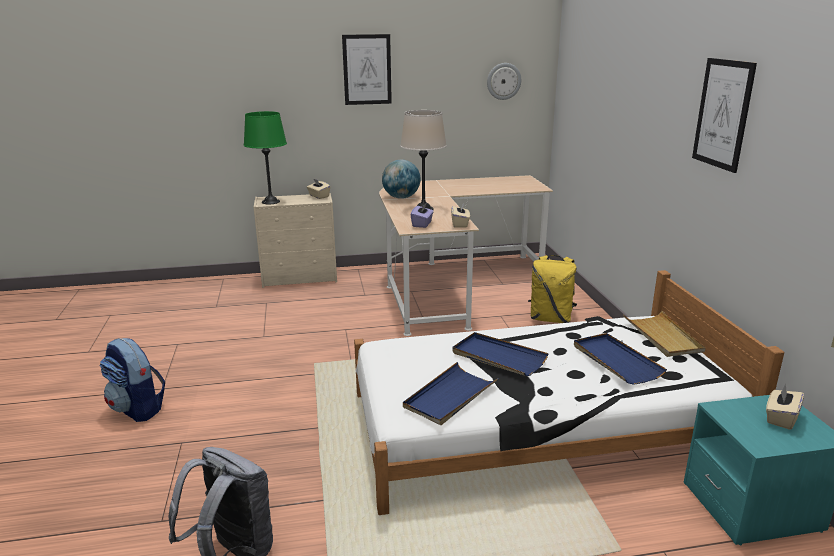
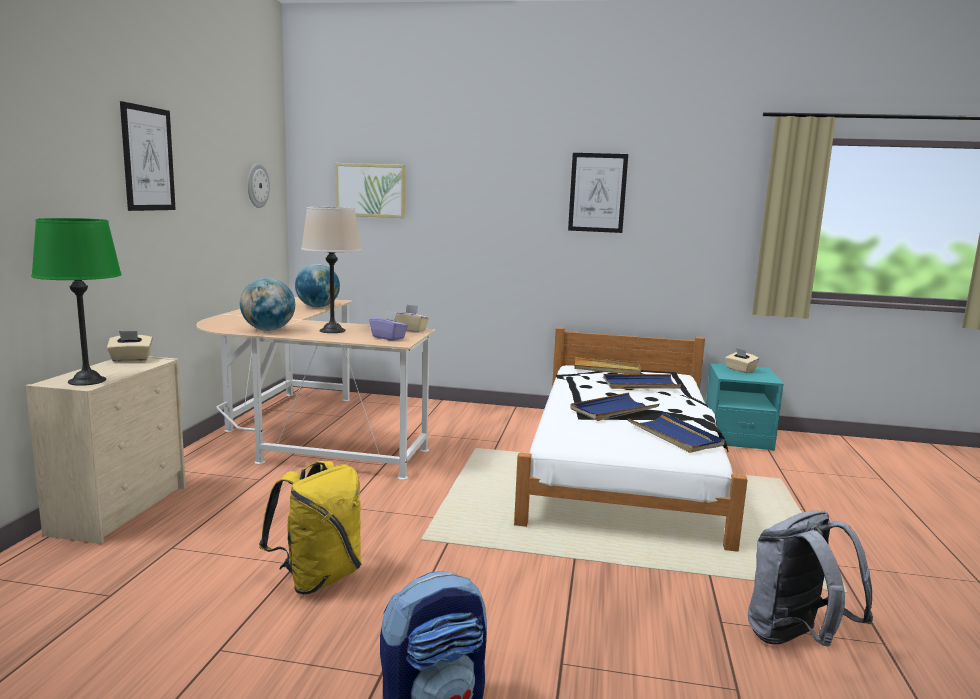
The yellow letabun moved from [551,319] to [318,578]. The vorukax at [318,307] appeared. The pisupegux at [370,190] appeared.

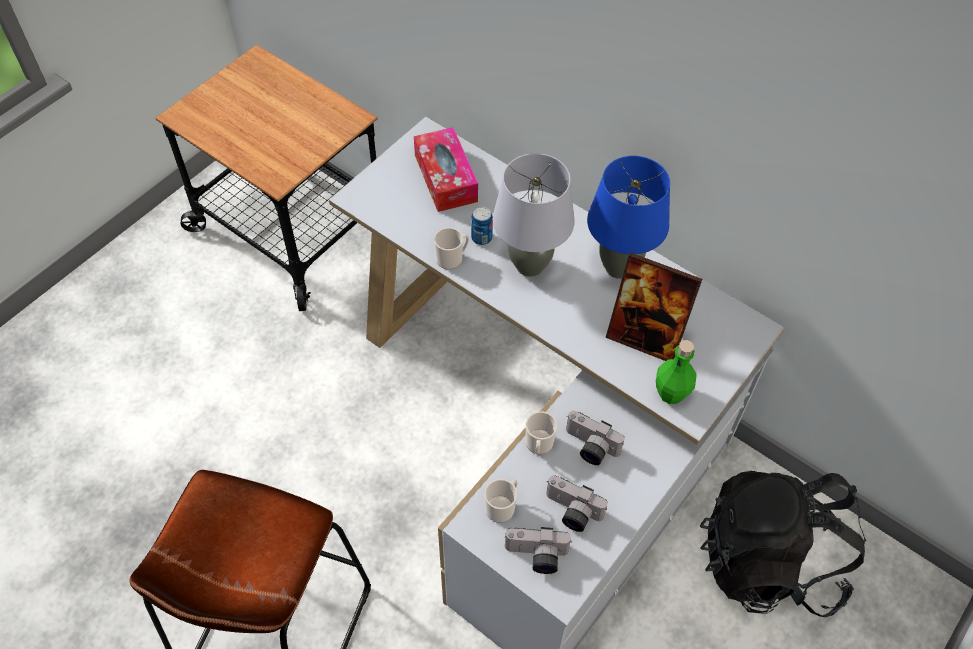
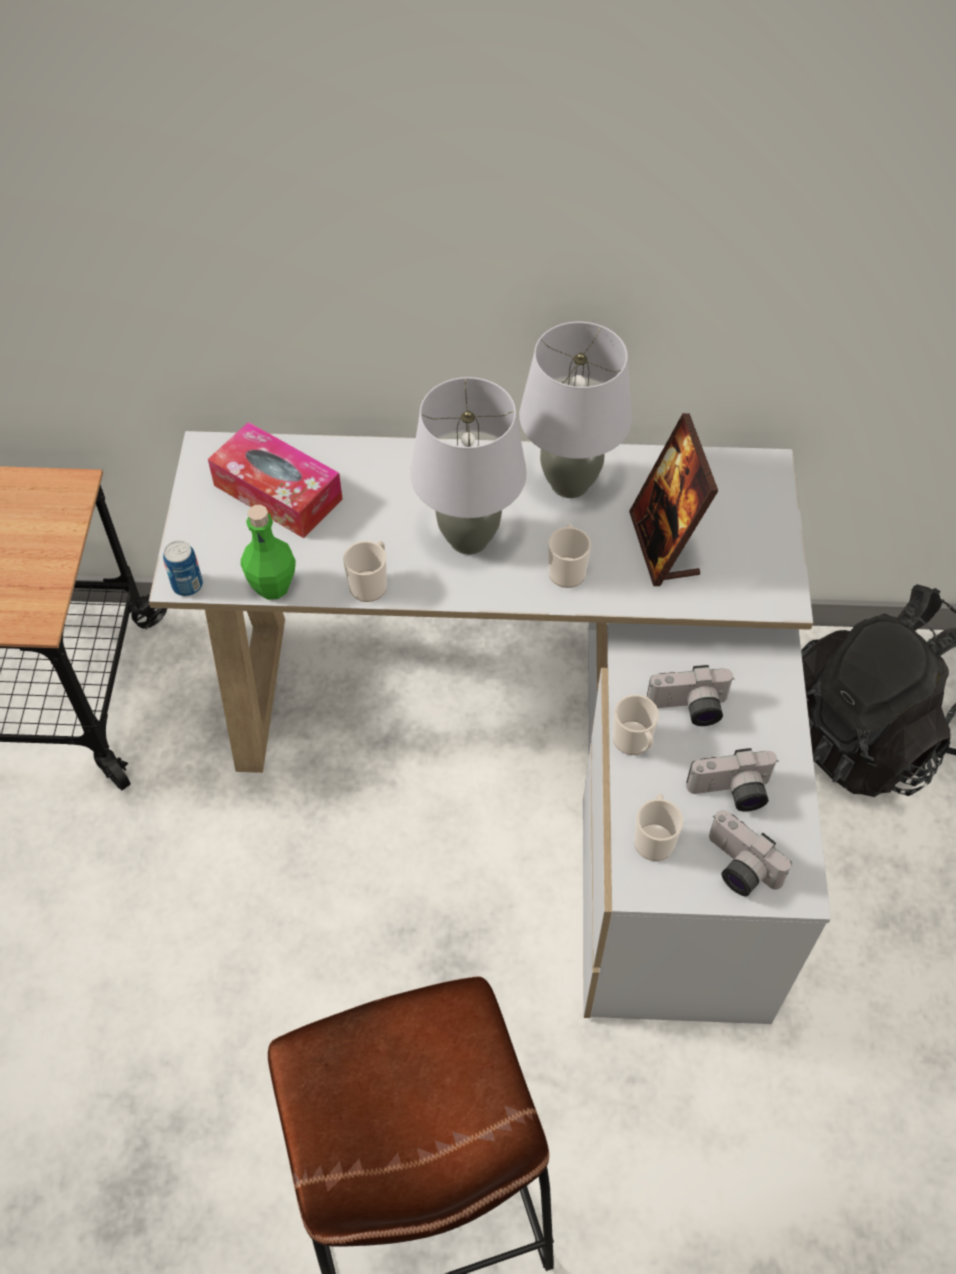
The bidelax moved from [481,238] to [187,585]. The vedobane at [536,557] turned 75 degrees clockwise. The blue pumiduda at [618,268] became the grey pumiduda at [570,484]. The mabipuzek at [644,337] turned 90 degrees clockwise. The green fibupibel moved from [671,393] to [273,586]. The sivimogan at [567,569] appeared.

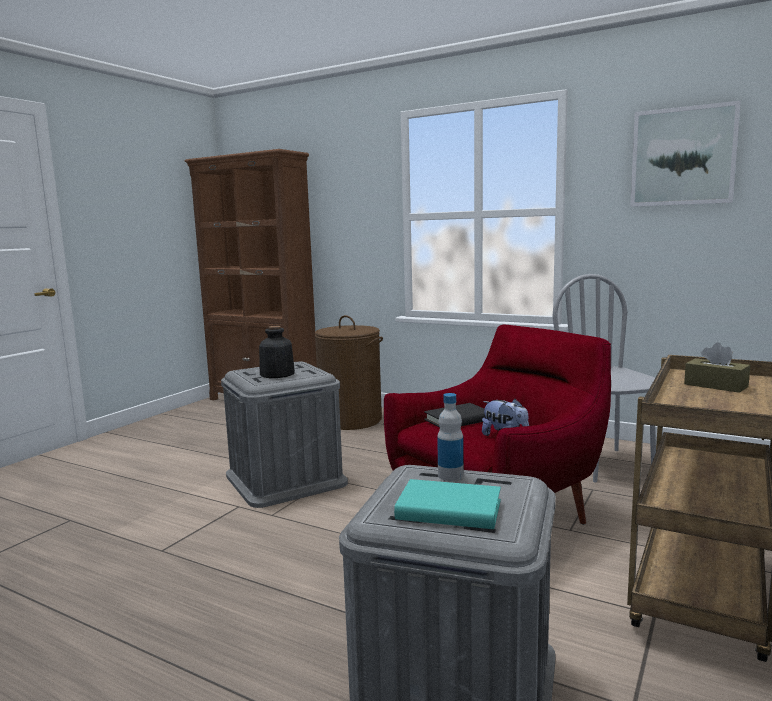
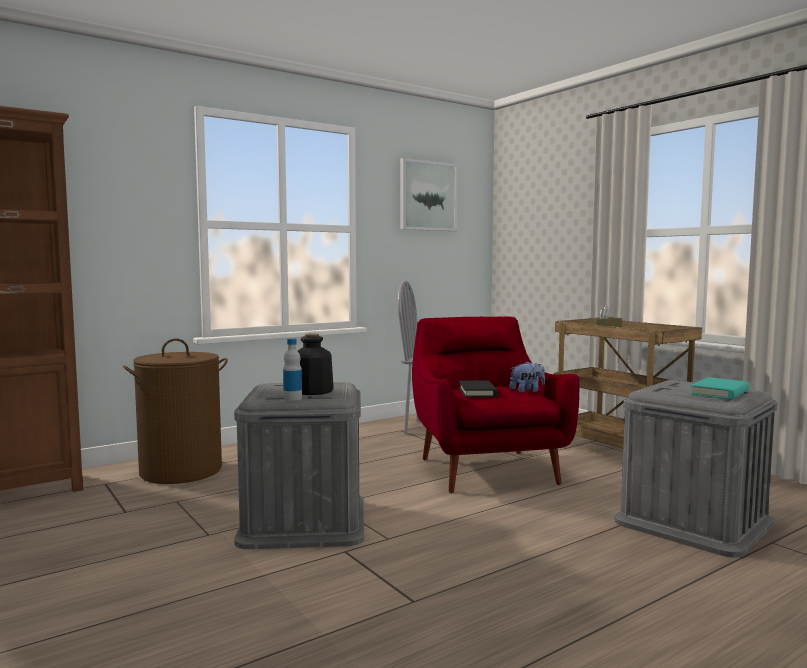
The fibupibel moved from [450,475] to [292,398].

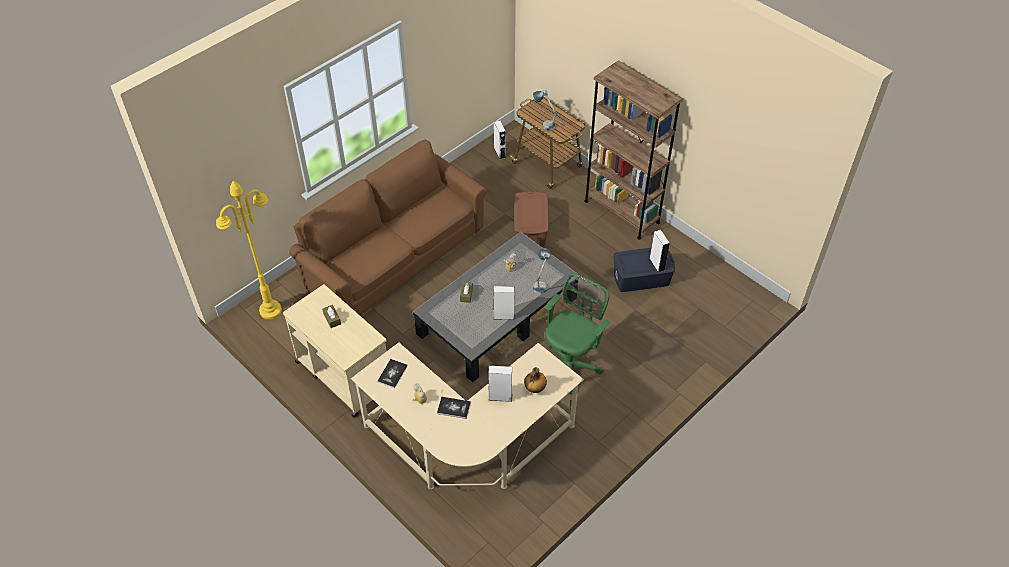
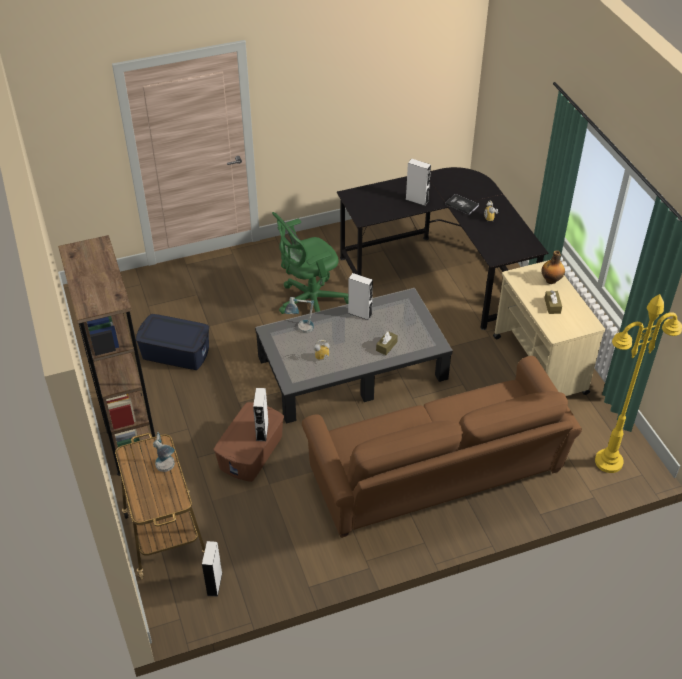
The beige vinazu at [469,446] became the black vinazu at [441,272]. The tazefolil at [392,374] disappeared. The fibupibel moved from [534,389] to [551,280]. The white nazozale moved from [657,264] to [262,431].

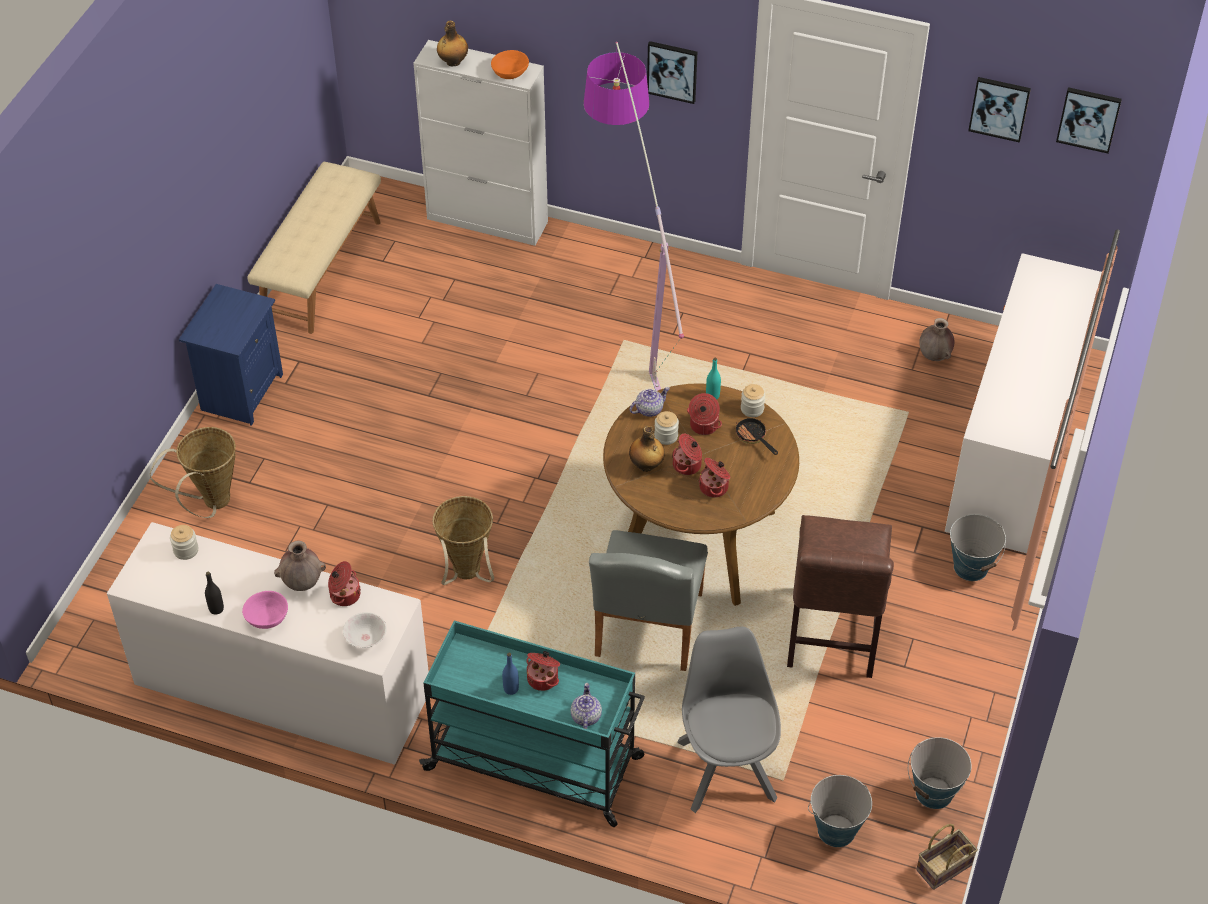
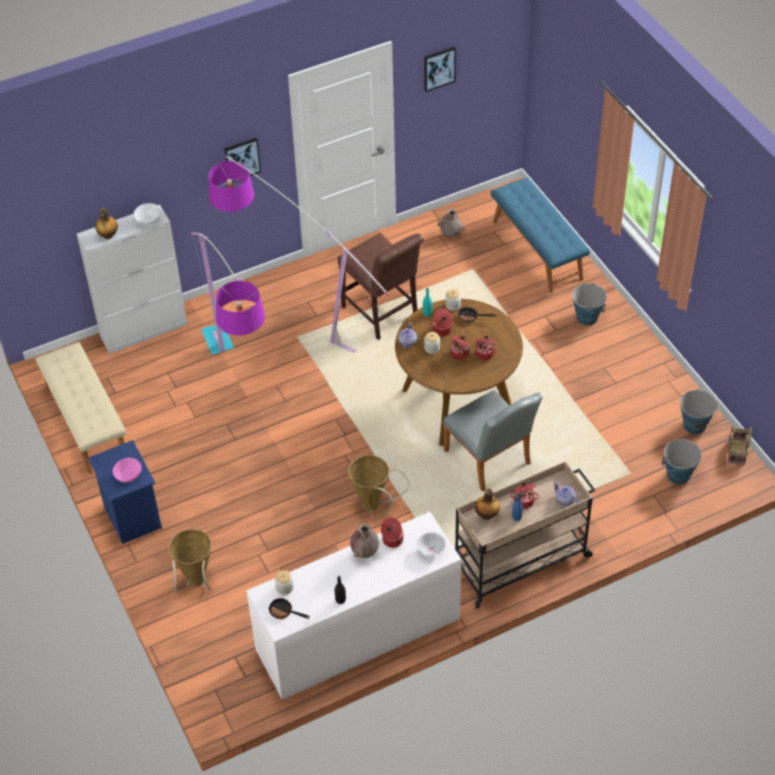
The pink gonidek moved from [268,619] to [129,475]. The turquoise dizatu at [536,764] became the beige dizatu at [521,561]. The orange gonidek at [511,73] became the white gonidek at [148,220]. The fibupibel moved from [646,466] to [487,515]. The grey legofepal at [726,766] disappeared. The brown legofepal moved from [831,638] to [382,315]. The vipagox at [1015,448] was replaced by the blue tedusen at [538,250]. The pisupegux at [1088,119] disappeared. The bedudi at [237,385] appeared. The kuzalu at [284,612] appeared.

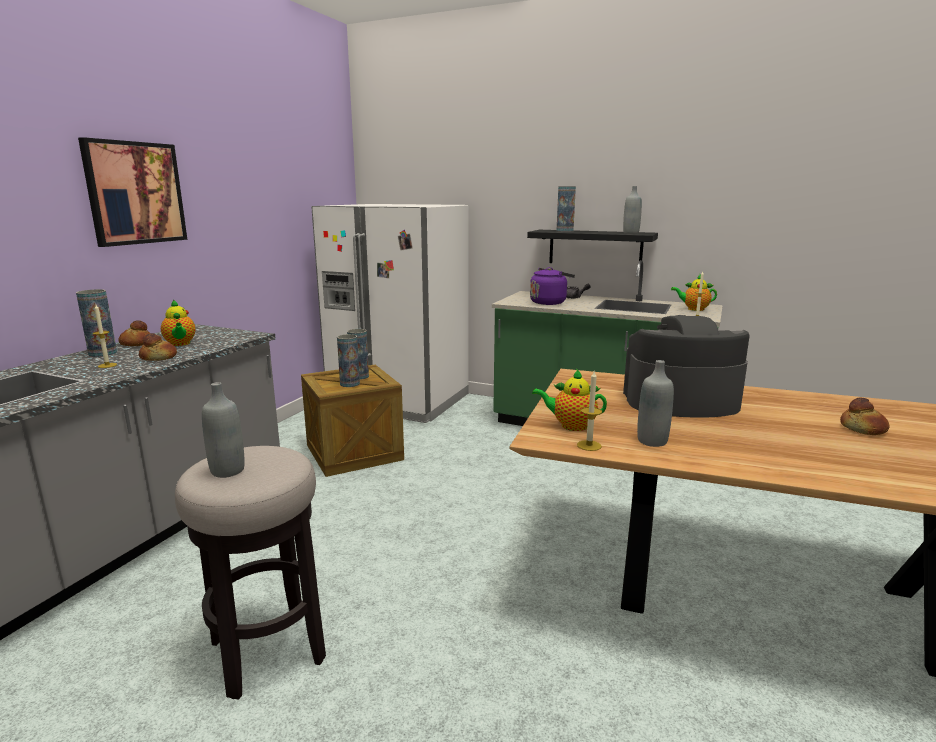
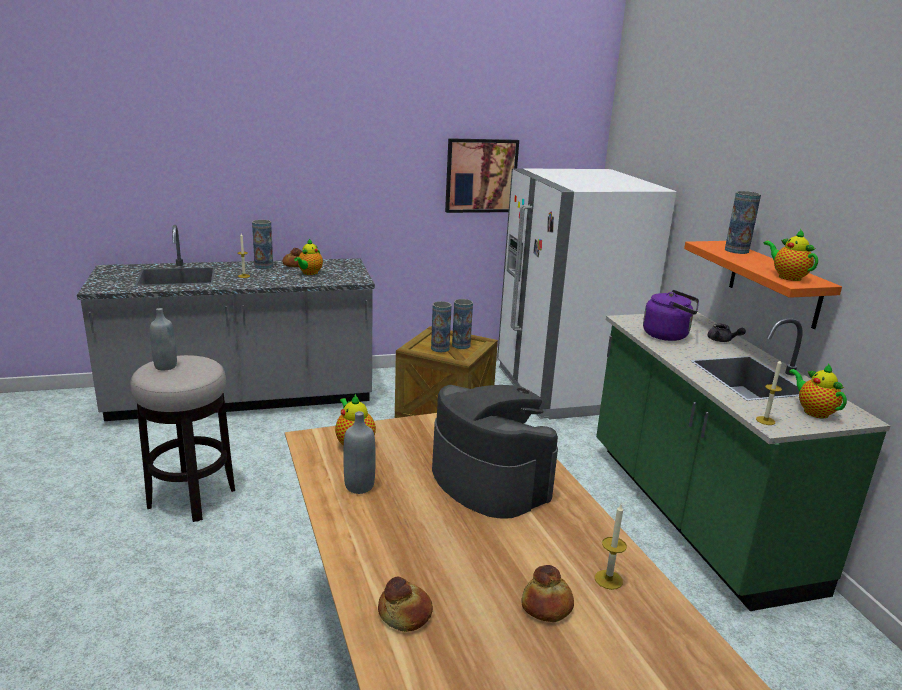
The pisupegux moved from [135,193] to [481,175]. The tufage moved from [159,357] to [405,613]. The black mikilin at [595,248] became the orange mikilin at [774,283]. The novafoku moved from [589,445] to [608,579]. The grey fibupibel at [630,233] was replaced by the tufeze at [787,277].

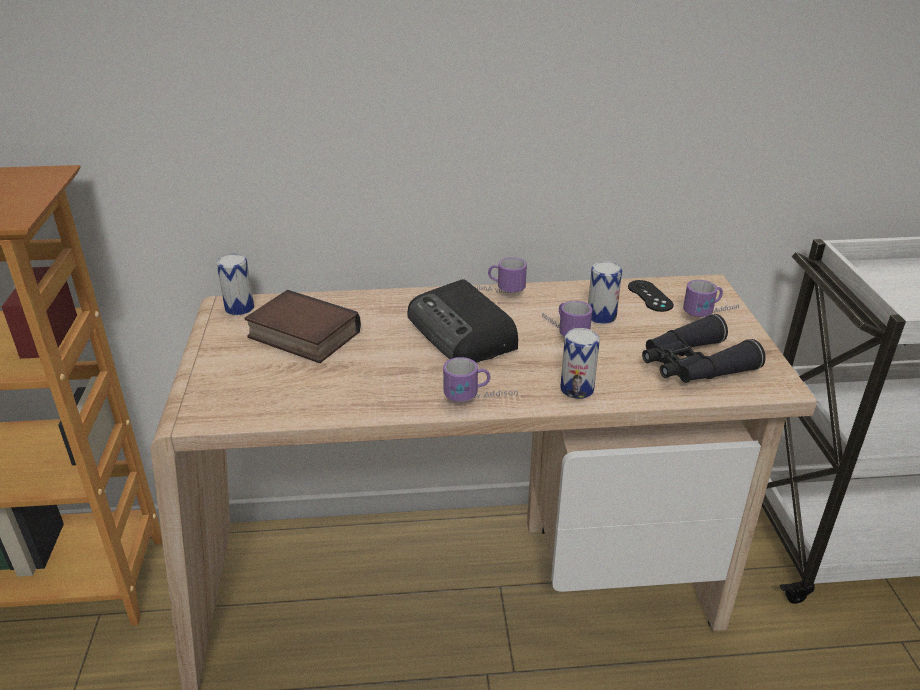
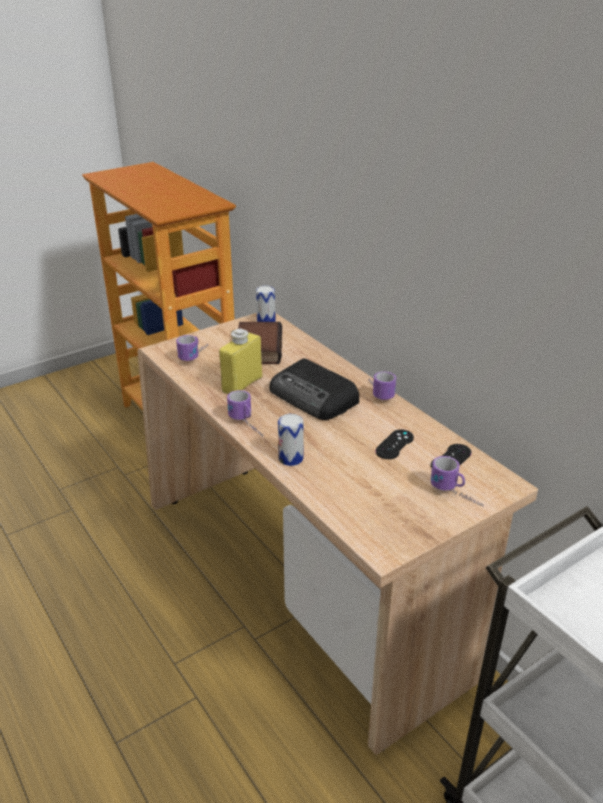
The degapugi at [462,333] turned 75 degrees counterclockwise. The sivimogan moved from [562,332] to [196,356]. The bidelax at [601,316] was replaced by the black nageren at [394,444]. The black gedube at [693,365] disappeared. The yellow fibupibel at [242,384] appeared.

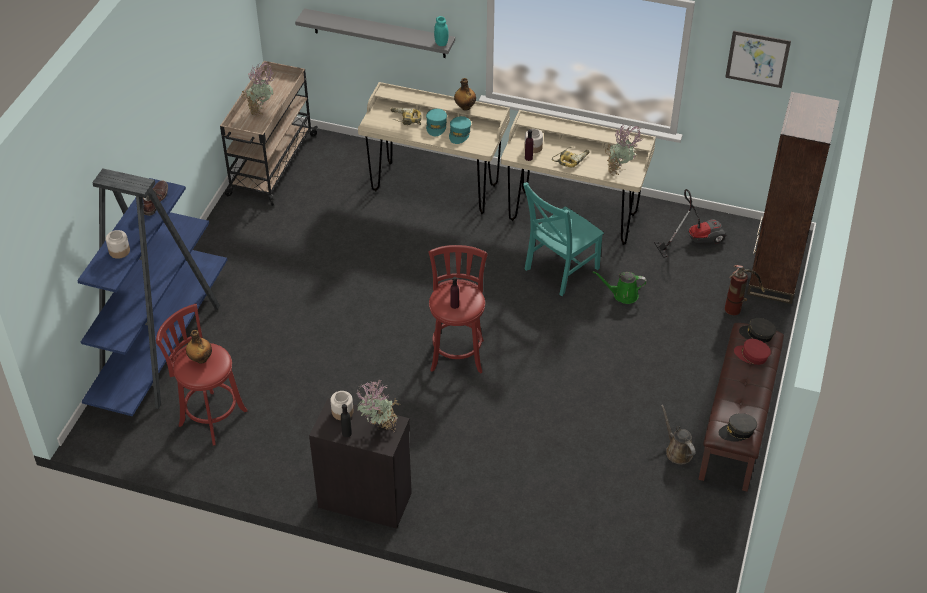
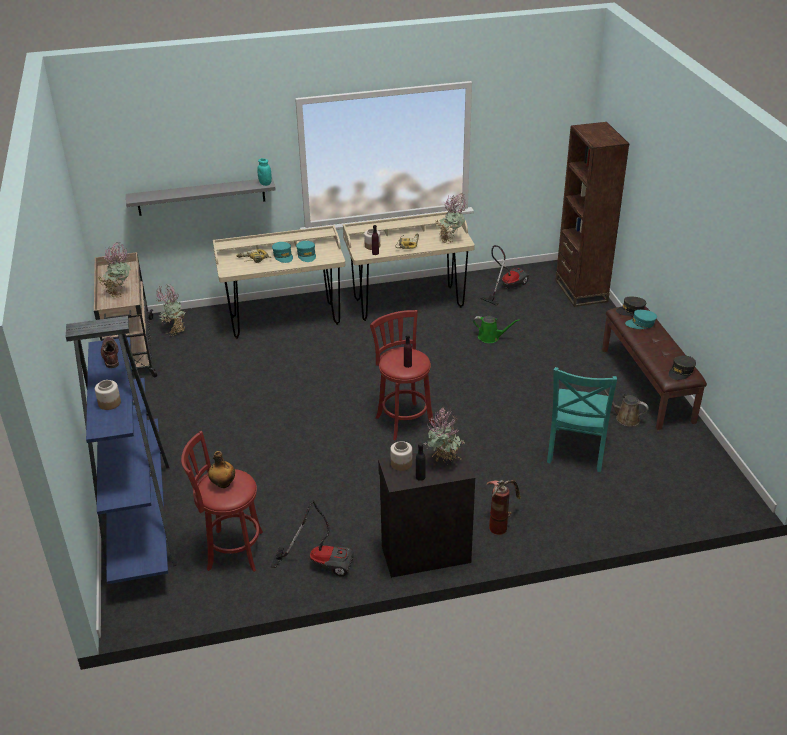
The fibupibel at [465,107] disappeared. The turquoise legofepal moved from [559,270] to [576,451]. The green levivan at [623,295] turned 135 degrees counterclockwise. The pisupegux at [757,59] disappeared. The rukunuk moved from [738,306] to [500,523]. The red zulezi at [751,355] became the turquoise zulezi at [641,324]. The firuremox at [174,330] appeared. The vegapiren at [321,561] appeared.

